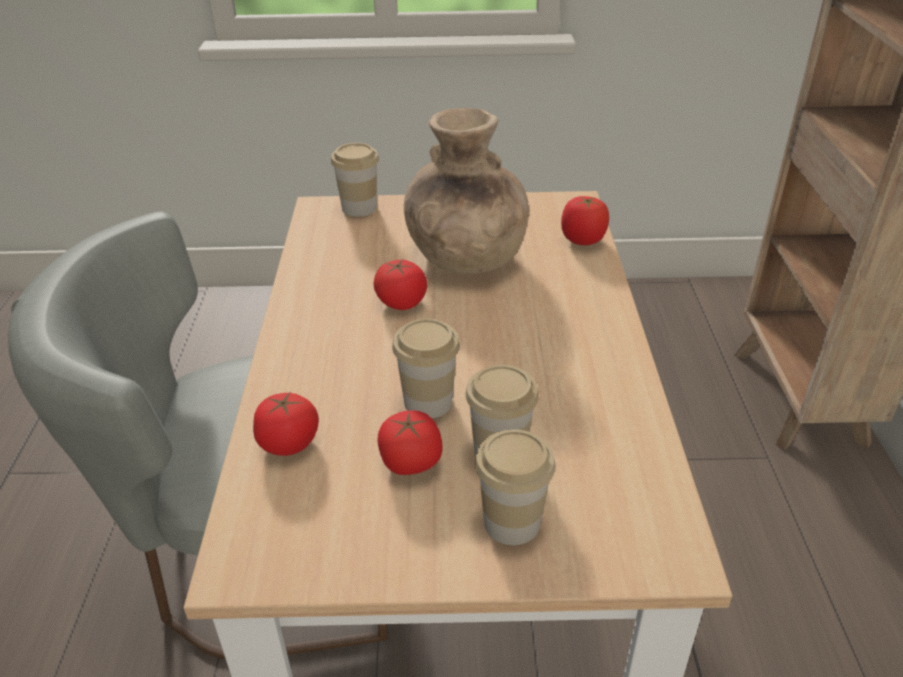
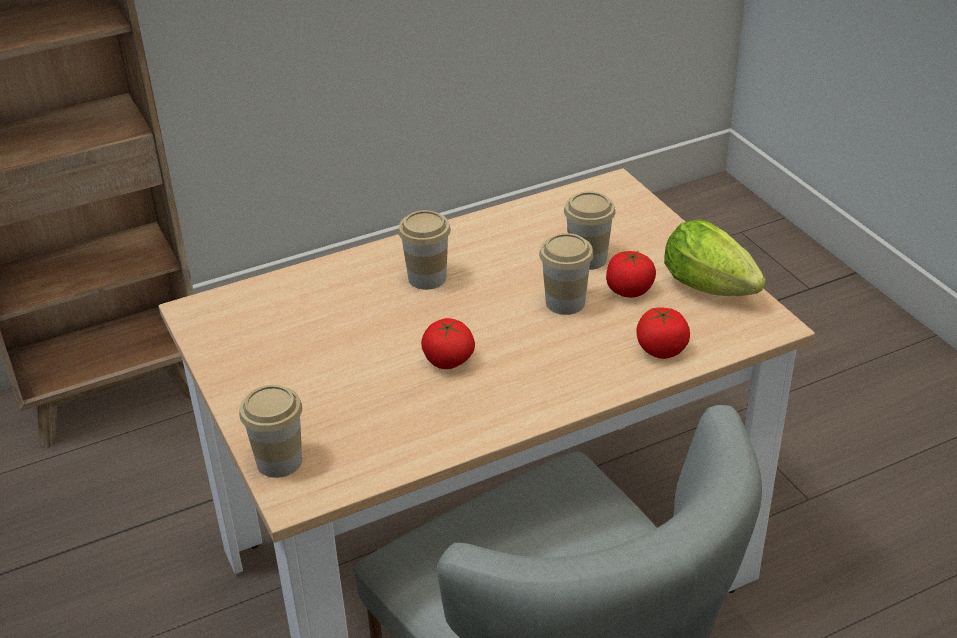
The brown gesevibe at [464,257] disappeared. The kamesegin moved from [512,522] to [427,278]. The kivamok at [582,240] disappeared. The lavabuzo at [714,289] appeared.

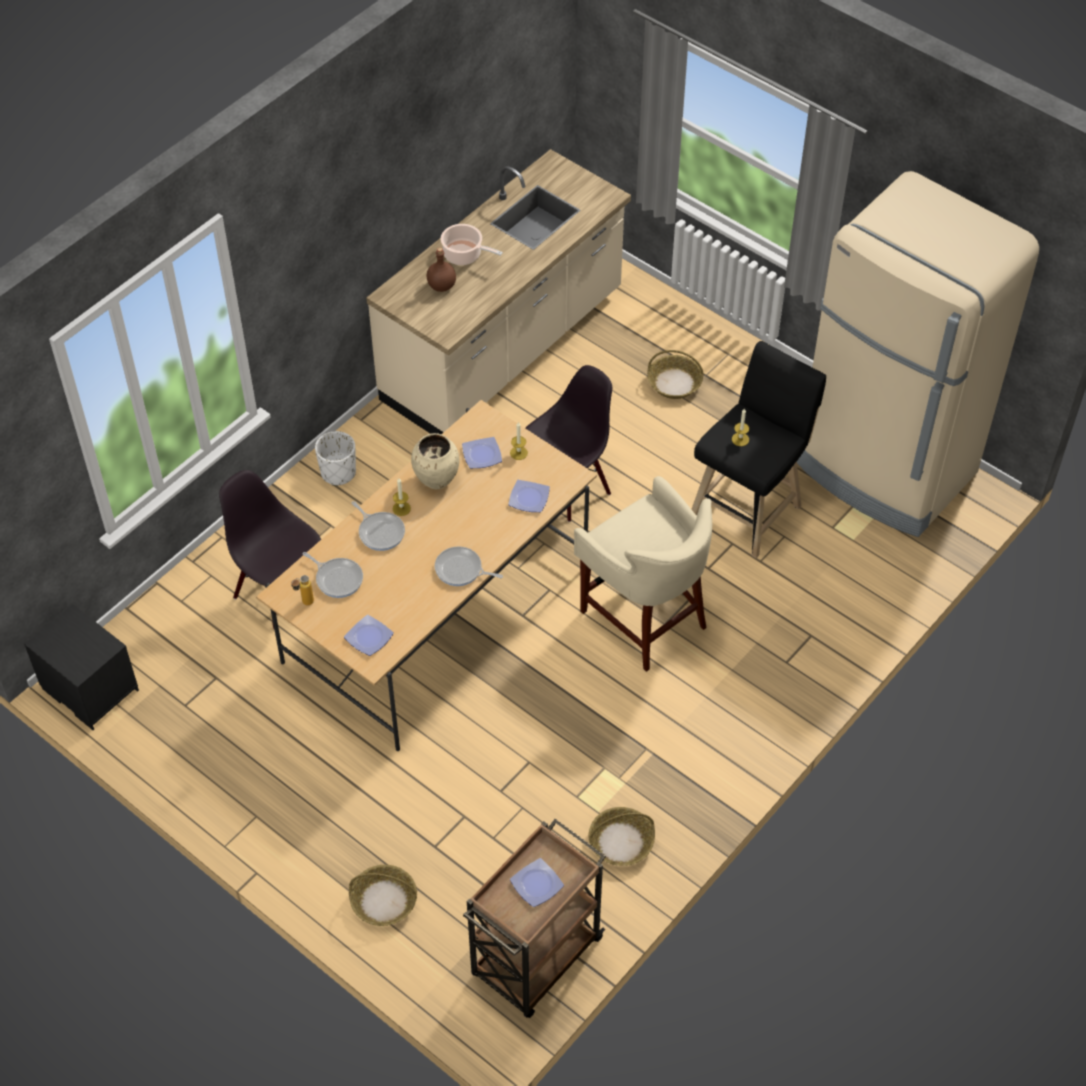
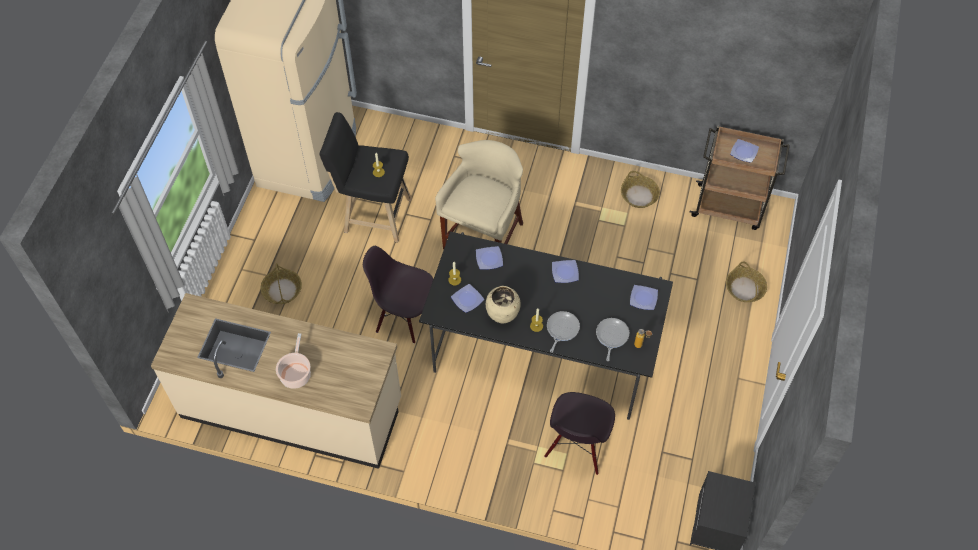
The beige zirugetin at [436,614] became the black zirugetin at [543,348]. The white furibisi at [338,472] disappeared. The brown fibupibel at [442,286] disappeared. The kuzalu at [461,570] was replaced by the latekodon at [565,272].

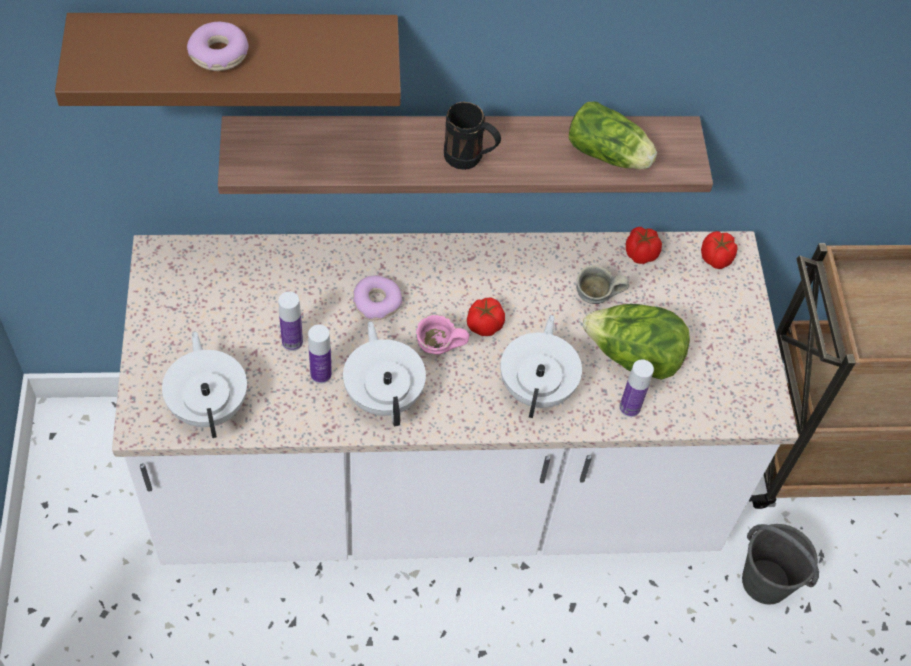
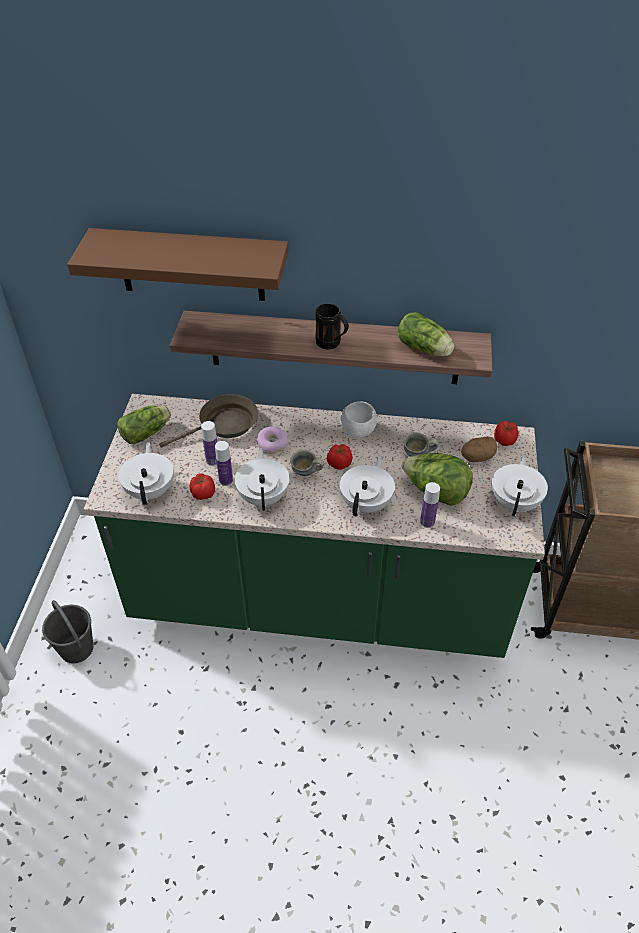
The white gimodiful at [438,490] became the green gimodiful at [319,599]. The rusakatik at [219,54] disappeared. The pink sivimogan at [438,350] became the grey sivimogan at [305,474]. The kivamok moved from [640,253] to [203,493]. The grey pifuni moved from [766,582] to [77,649]. The lavabuzo at [148,432] appeared. The brown kuzalu at [224,425] appeared. The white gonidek at [358,430] appeared. The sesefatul at [477,457] appeared. The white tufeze at [515,502] appeared.

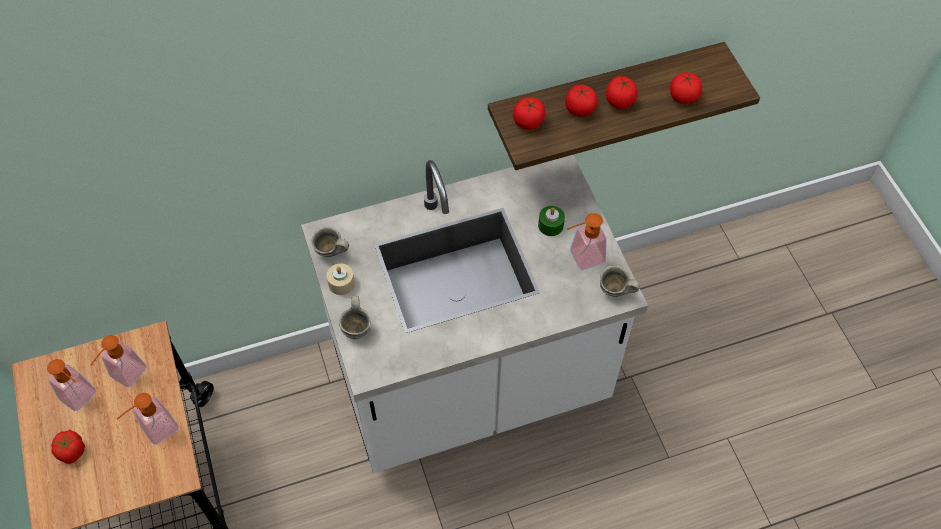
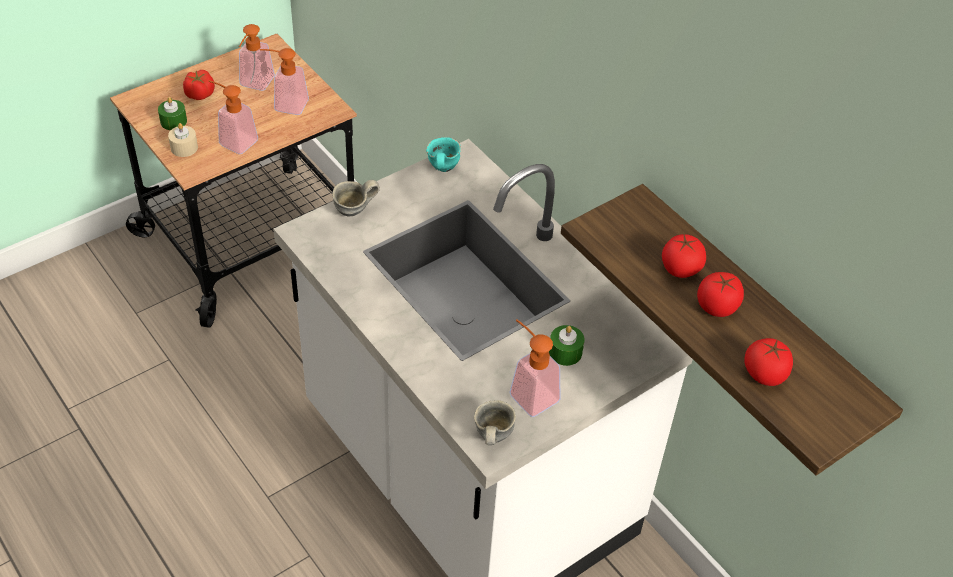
The grey sivimogan at [331,253] became the turquoise sivimogan at [441,169]. The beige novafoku moved from [341,283] to [184,147]. The kivamok at [528,122] disappeared. The green novafoku at [173,121] appeared.

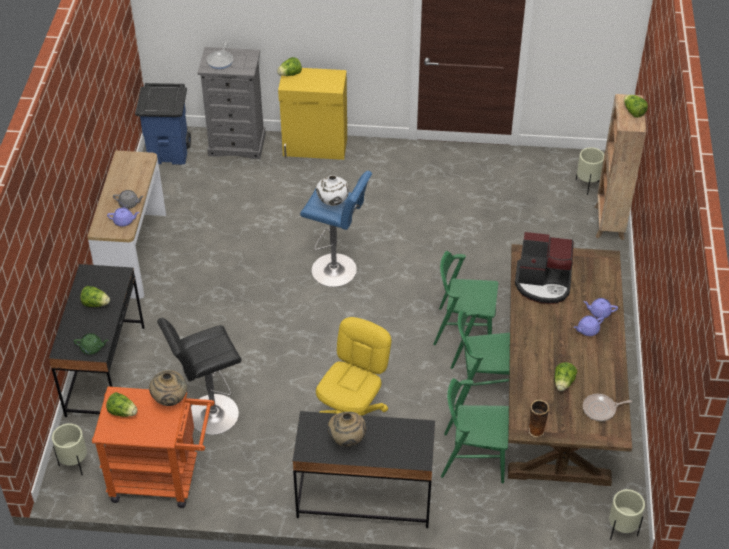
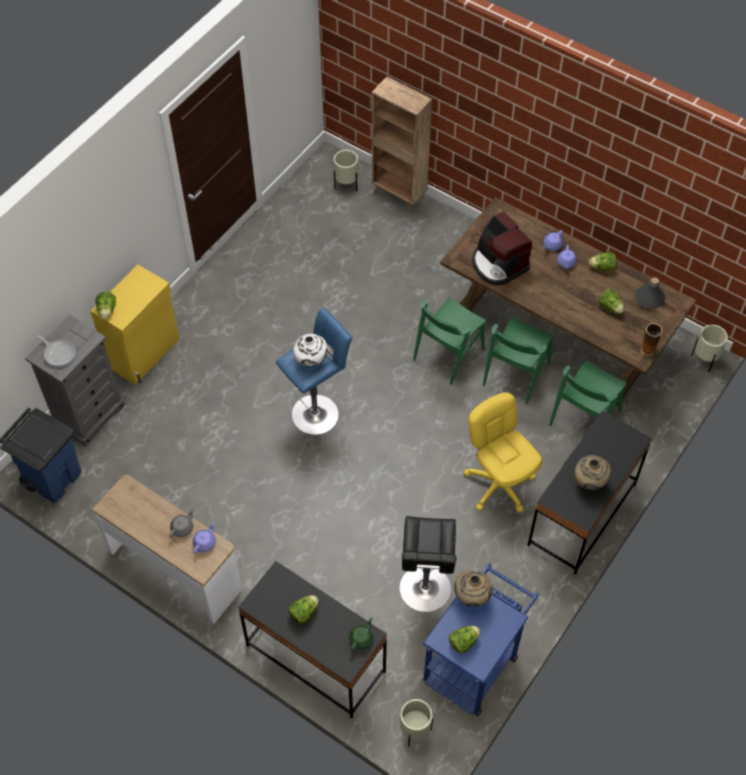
The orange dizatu at [163,479] became the blue dizatu at [475,662]. The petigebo at [543,283] turned 105 degrees clockwise. The kuzalu at [601,409] was replaced by the grey fibupibel at [649,298]. The lavabuzo moved from [633,112] to [602,267].

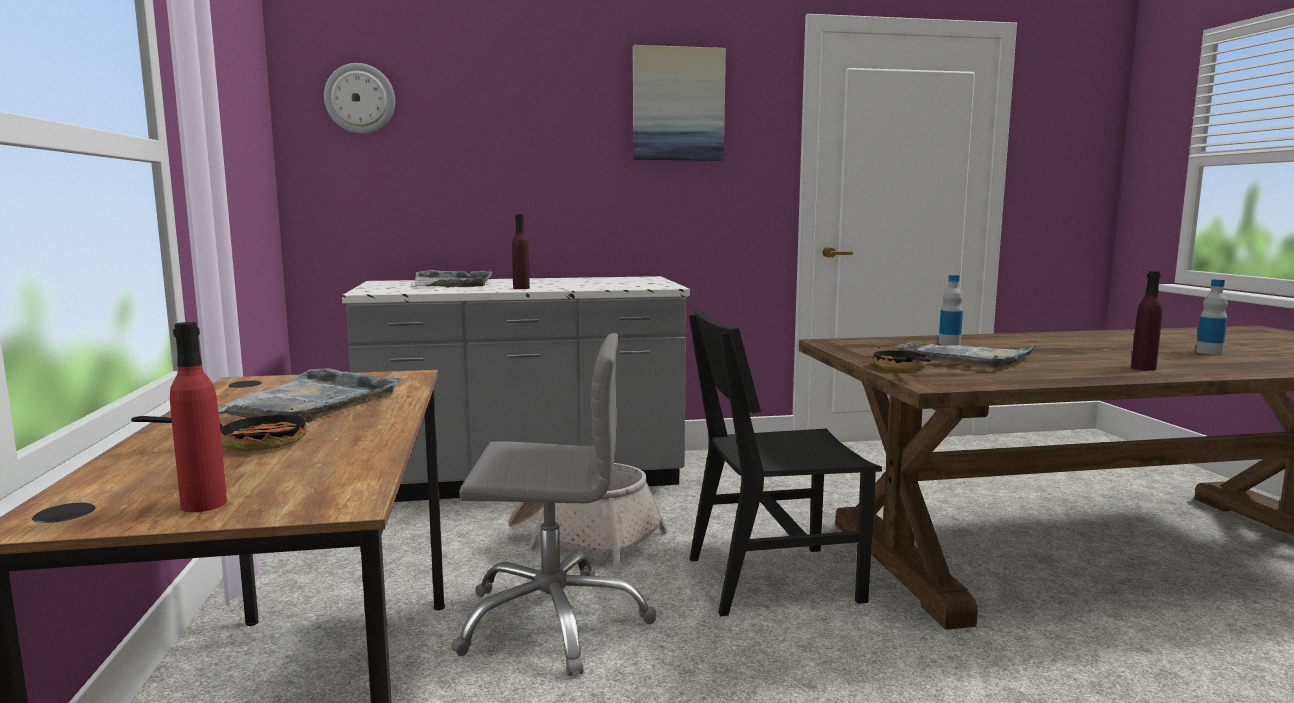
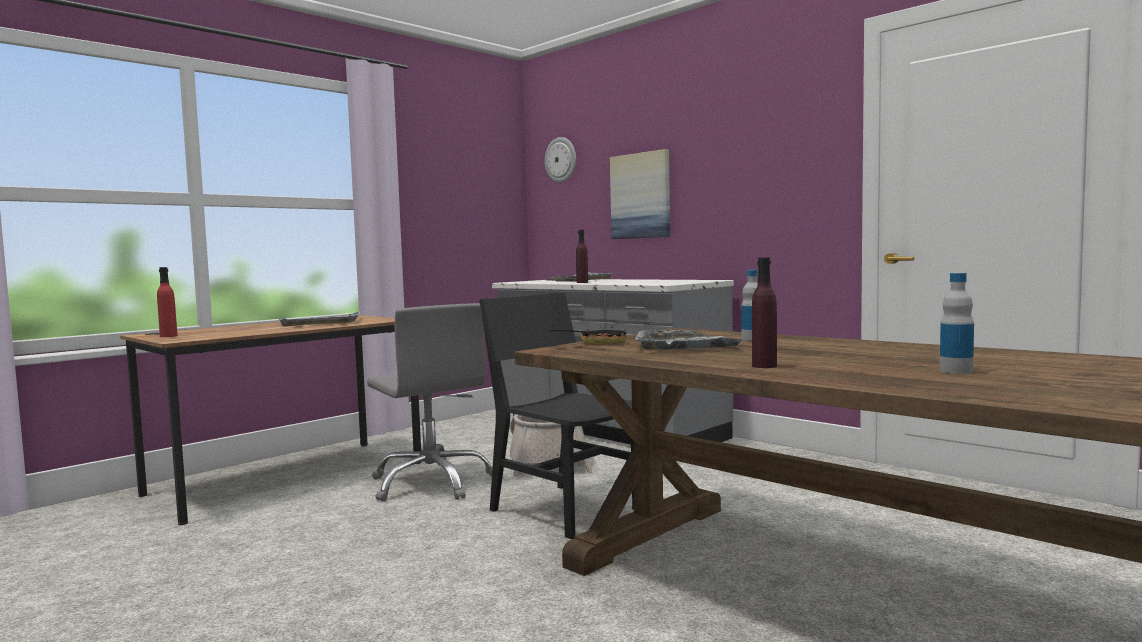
The kuzalu at [249,443] disappeared. The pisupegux moved from [678,104] to [641,196].

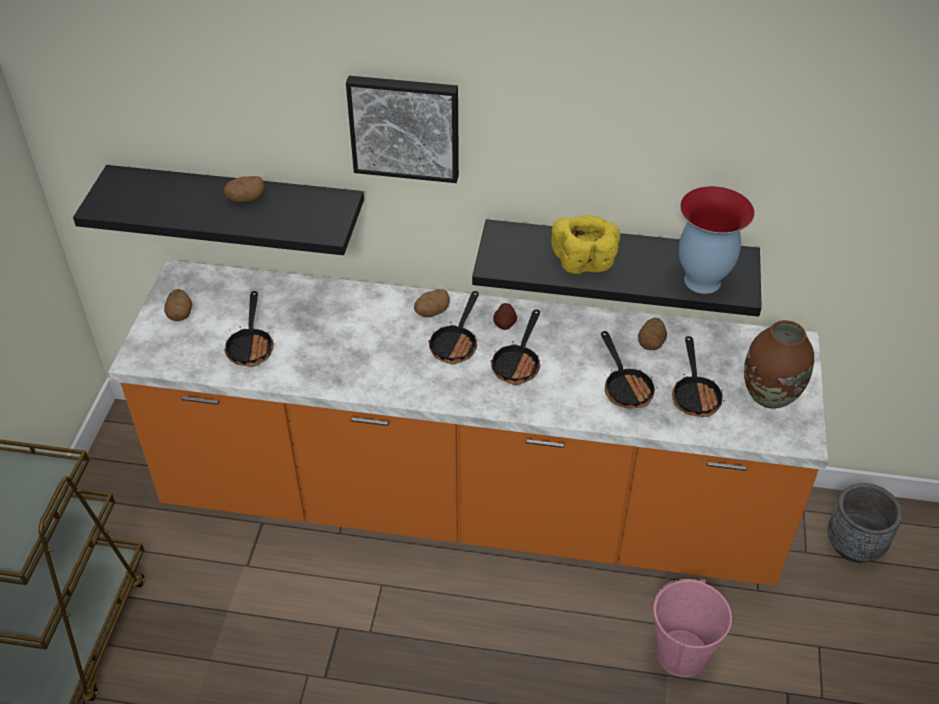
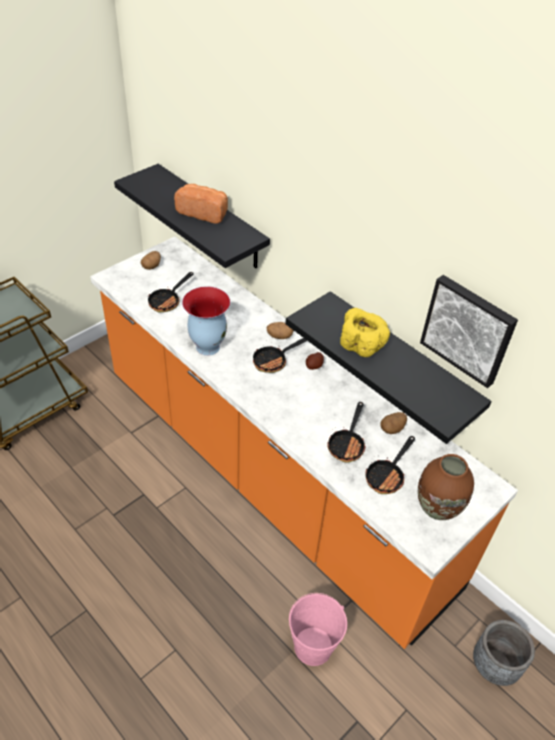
The sesefatul at [246,199] was replaced by the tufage at [204,212]. The pisupegux moved from [405,126] to [468,329]. The kuzalu at [518,363] disappeared. The gesevibe moved from [701,281] to [207,346].

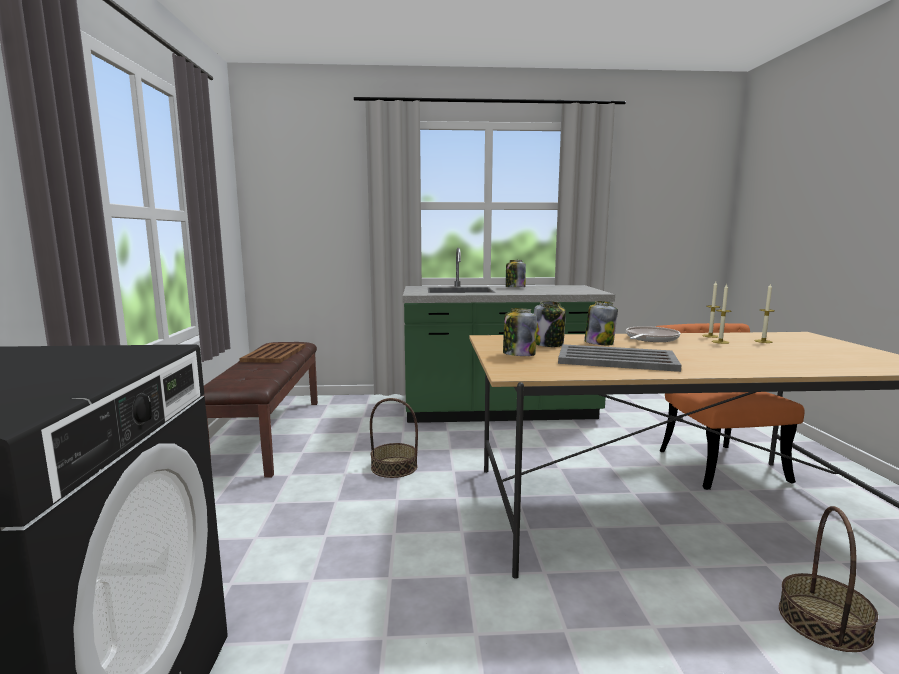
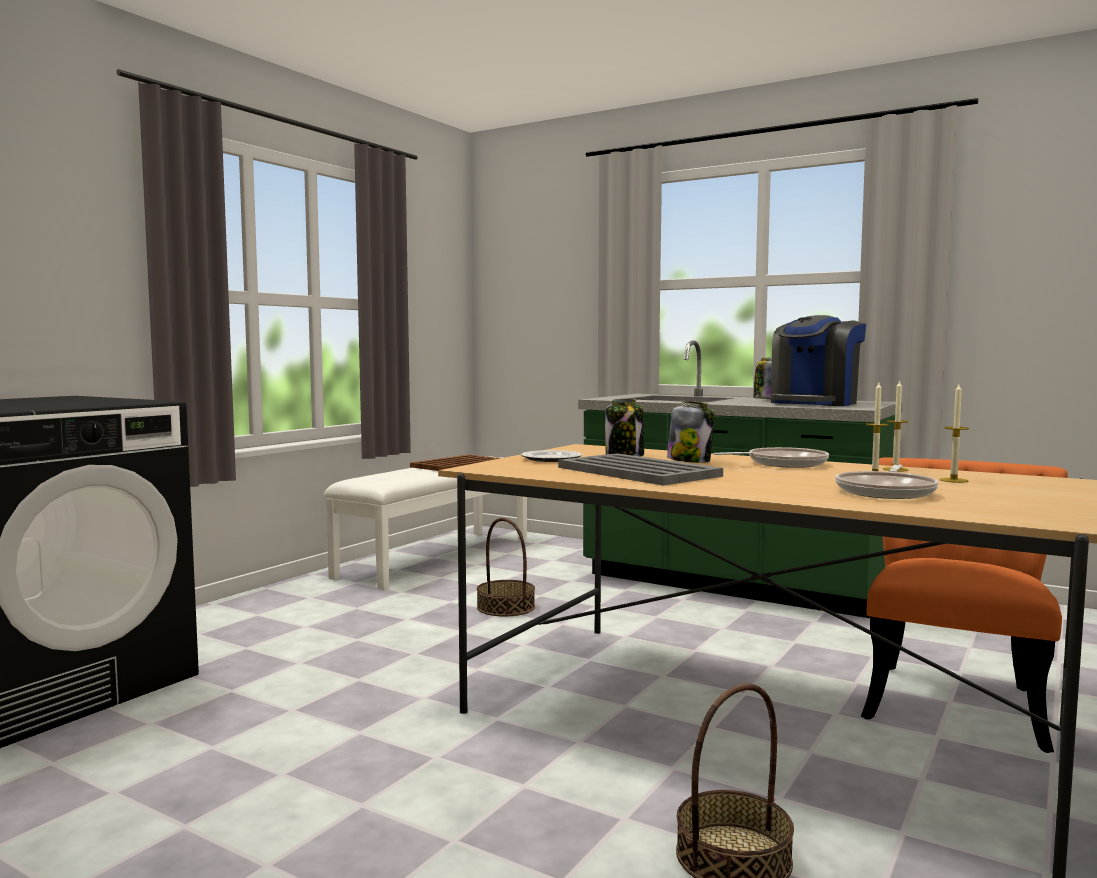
The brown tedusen at [269,434] became the white tedusen at [436,557]. The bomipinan at [518,354] was replaced by the latekodon at [550,459]. The petigebo at [814,403] appeared. The kuzalu at [886,492] appeared.

